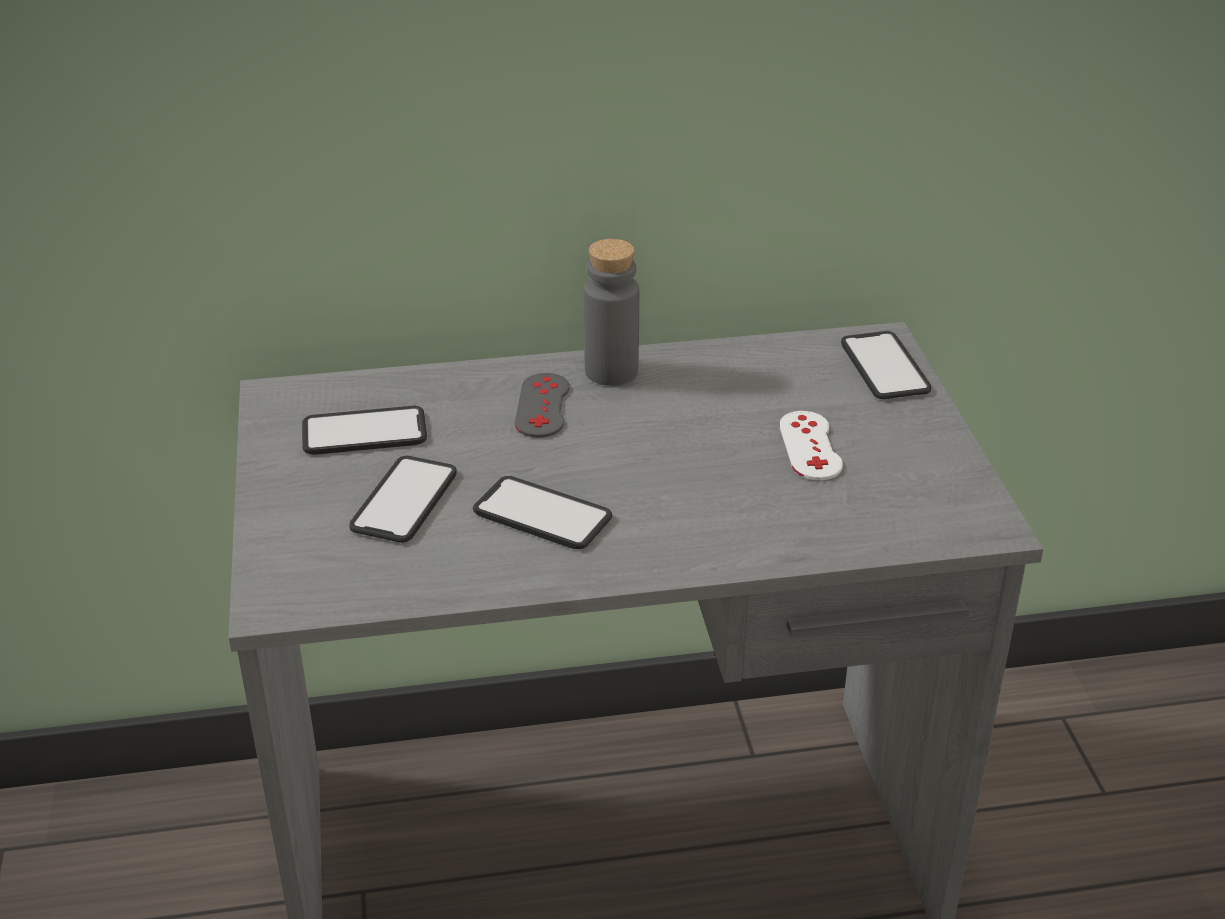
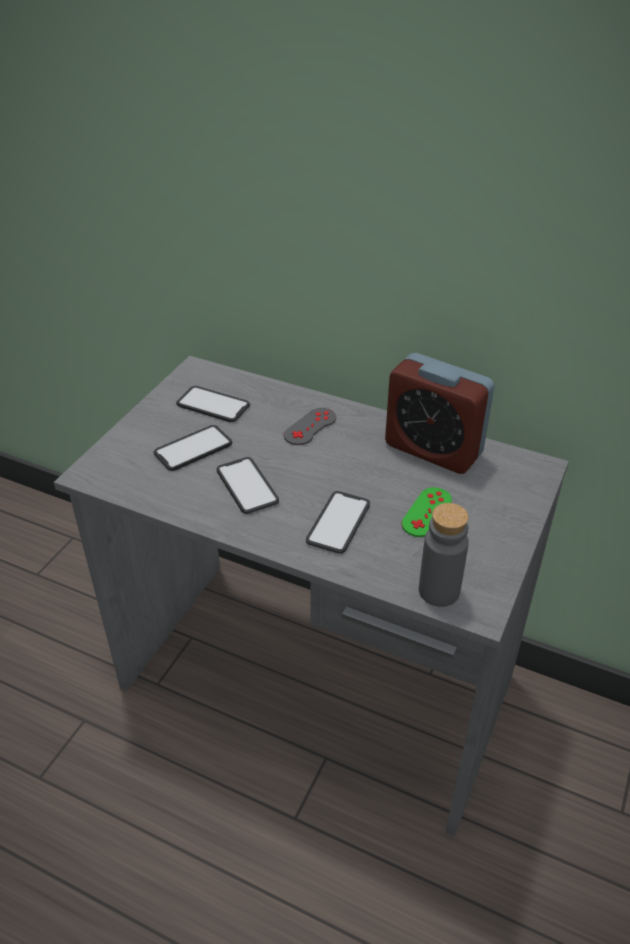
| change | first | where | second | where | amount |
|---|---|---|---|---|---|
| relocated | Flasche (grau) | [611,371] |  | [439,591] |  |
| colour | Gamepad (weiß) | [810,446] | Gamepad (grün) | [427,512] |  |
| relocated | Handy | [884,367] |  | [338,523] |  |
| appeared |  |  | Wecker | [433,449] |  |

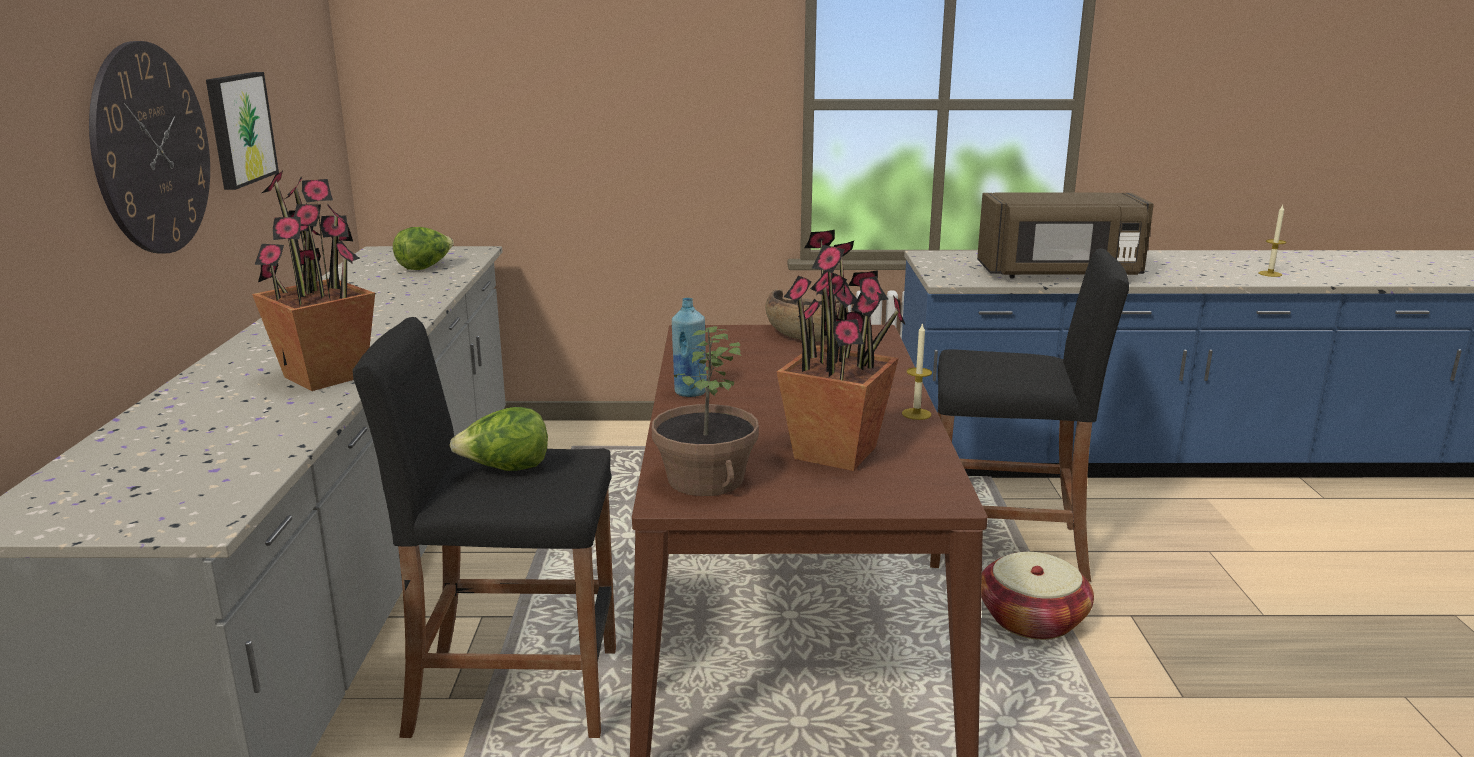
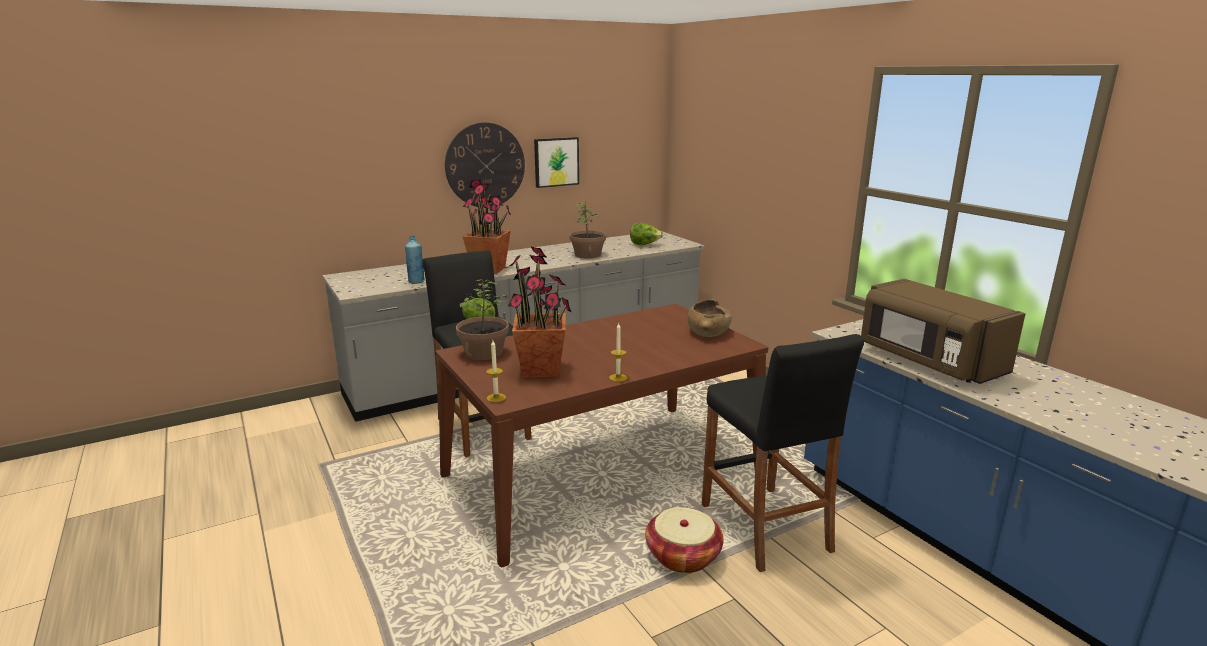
| change | first | where | second | where | amount |
|---|---|---|---|---|---|
| relocated | Flasche (blau) | [690,392] |  | [416,282] |  |
| relocated | Kerze | [1270,274] |  | [496,398] |  |
| appeared |  |  | Topfpflanze | [588,255] |  |

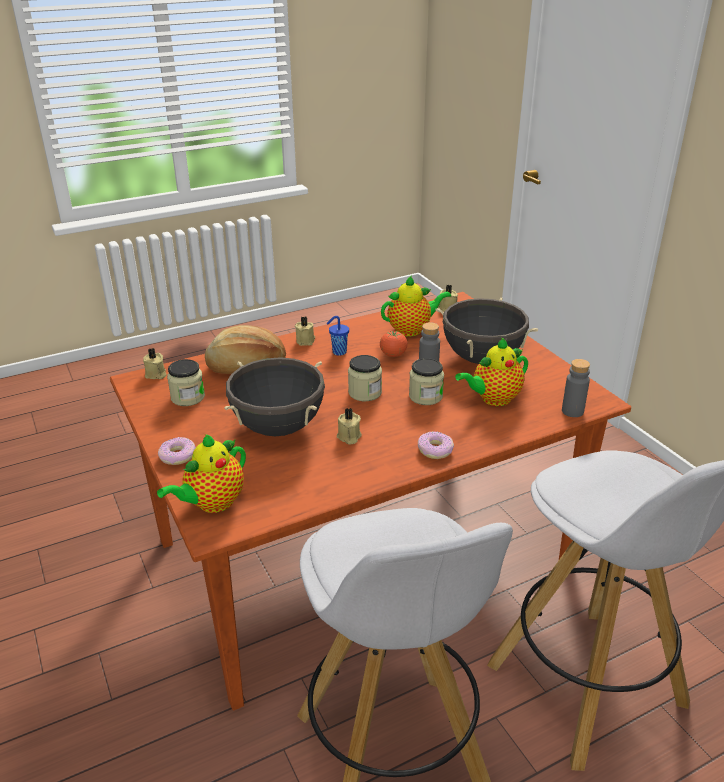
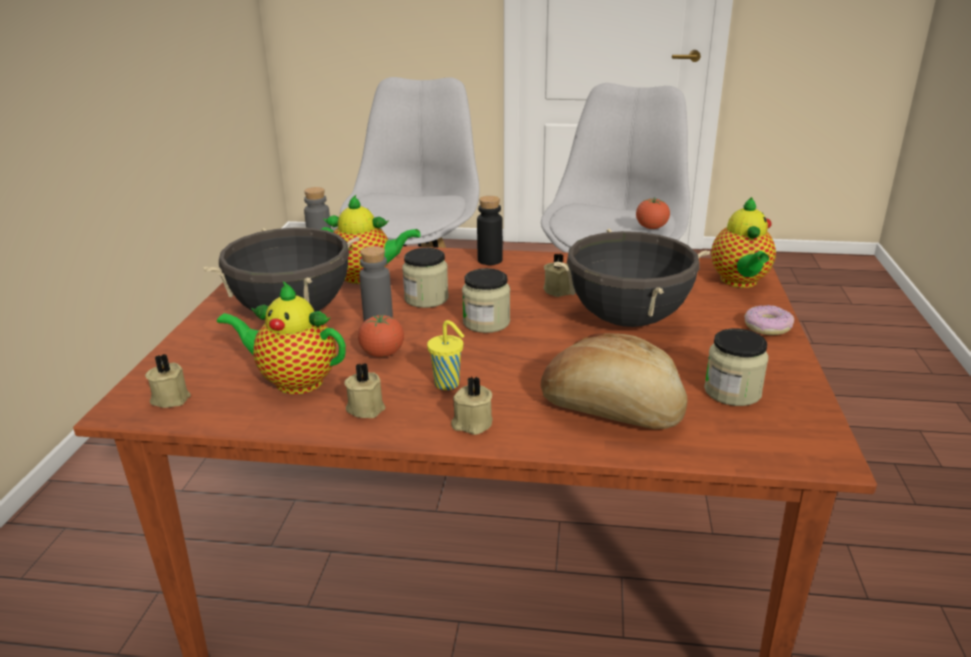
| change | first | where | second | where | amount |
|---|---|---|---|---|---|
| relocated | Kerze (beige) | [156,374] |  | [366,408] |  |
| spun | Teekanne | [212,503] |  | [740,282] | 105 degrees clockwise |
| colour | Tasse (blau) | [338,352] | Tasse (gelb) | [448,384] |  |
| exchanged | Donut | [435,450] | Flasche (schwarz) | [490,260] |  |
| appeared |  |  | Tomate | [651,228] |  |

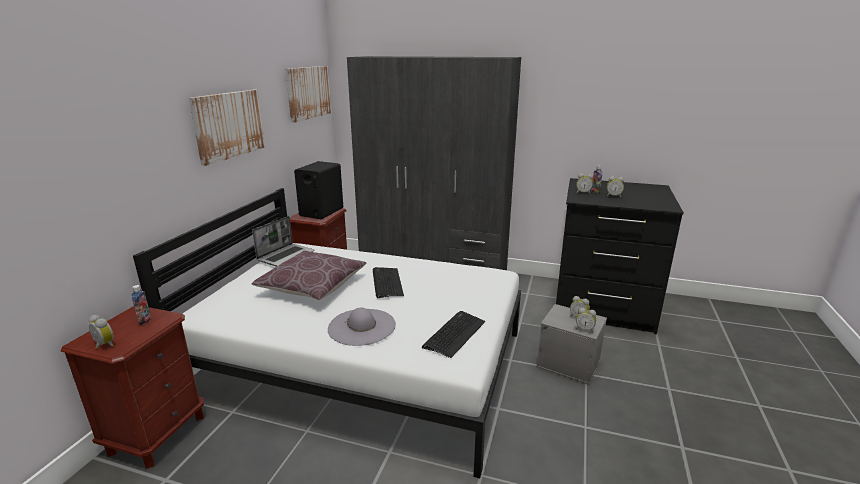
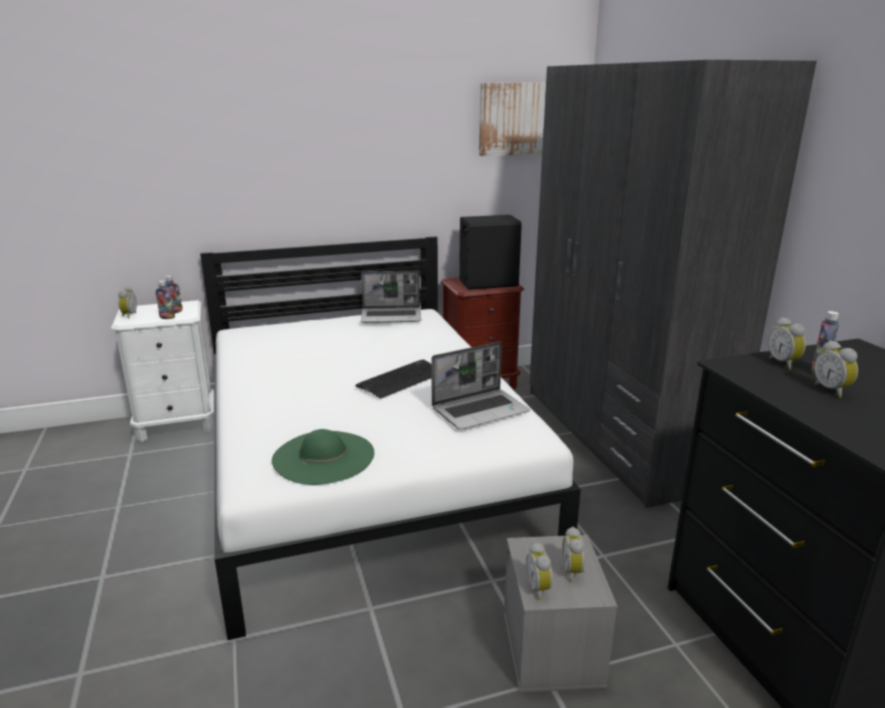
| change | first | where | second | where | amount |
|---|---|---|---|---|---|
| colour | Nachttisch (braun) | [157,434] | Nachttisch (weiß) | [177,424] |  |
| missing | Bild | [228,125] |  |  |  |
| missing | Kissen (braun) | [313,286] |  |  |  |
| missing | Hut (grau) | [362,326] |  |  |  |
| exchanged | Tastatur | [454,334] | Hut (grün) | [323,457] |  |
| appeared |  |  | Flasche | [167,317] |  |
| appeared |  |  | Laptop | [480,410] |  |

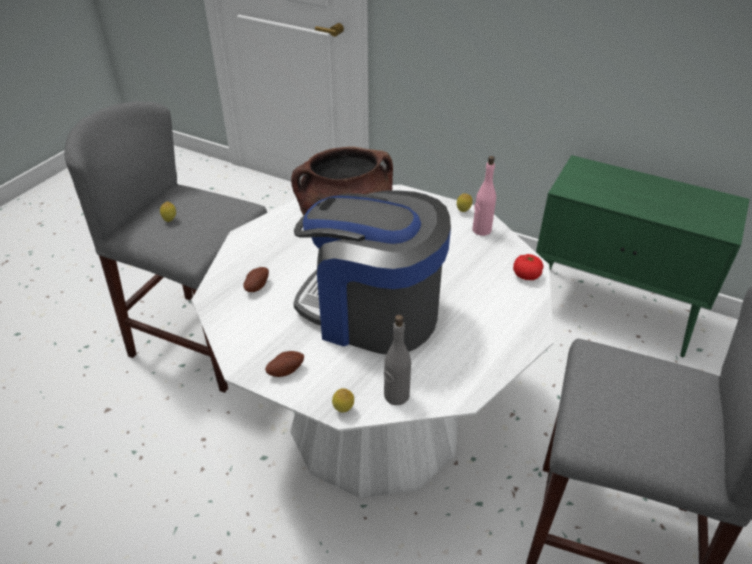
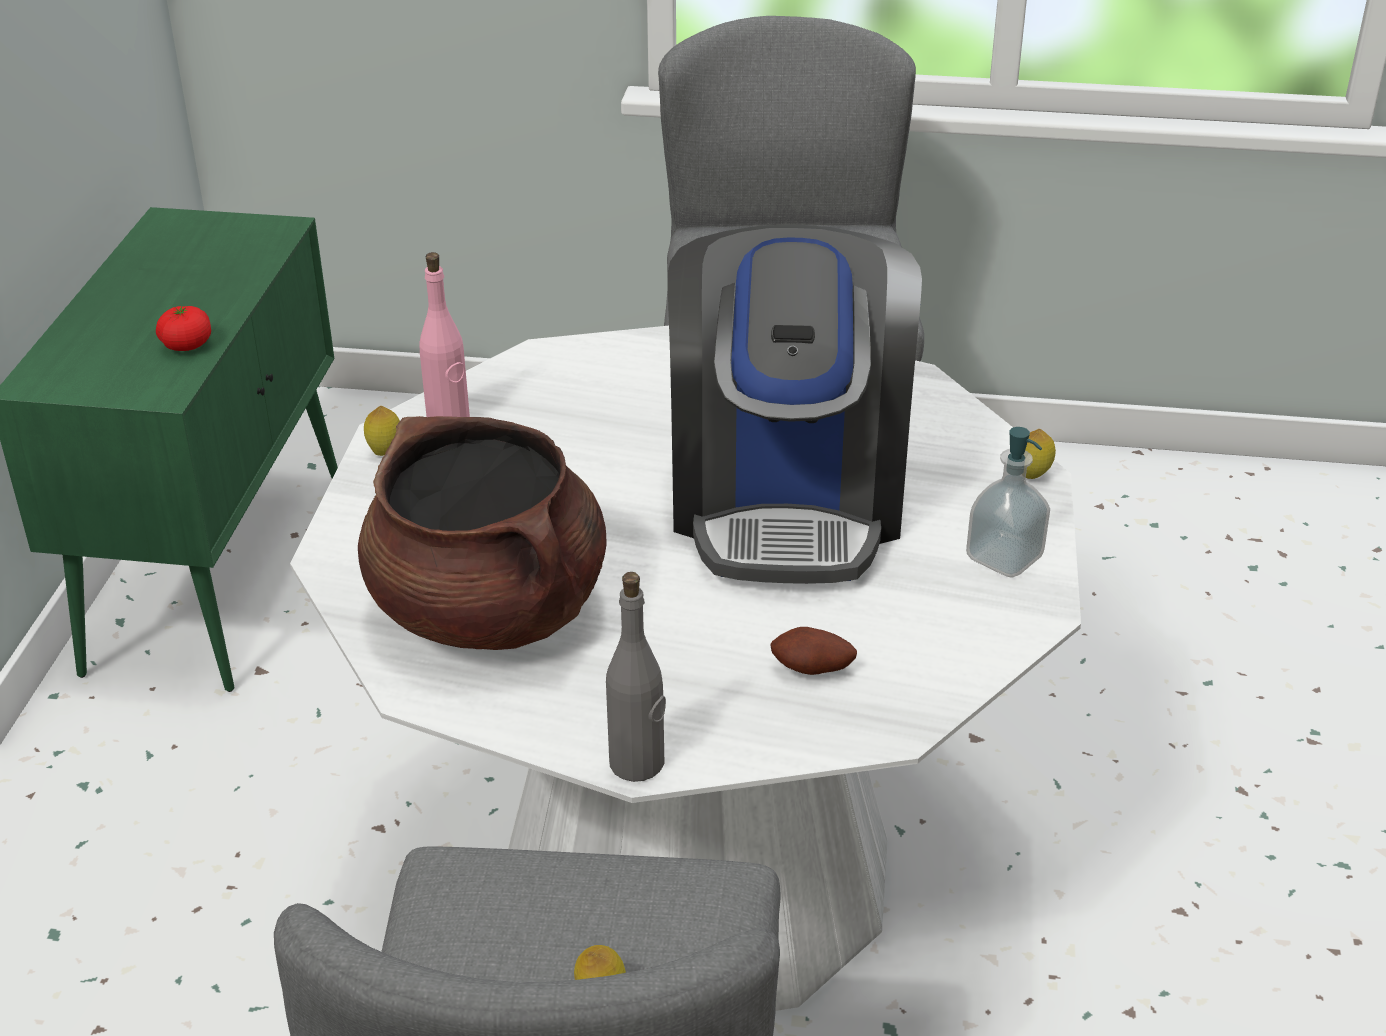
| change | first | where | second | where | amount |
|---|---|---|---|---|---|
| exchanged | Kartoffel | [285,370] | Seifenspender | [1004,558] |  |
| relocated | Flasche (grau) | [396,396] |  | [637,763] |  |
| relocated | Tomate | [526,275] |  | [187,345] |  |

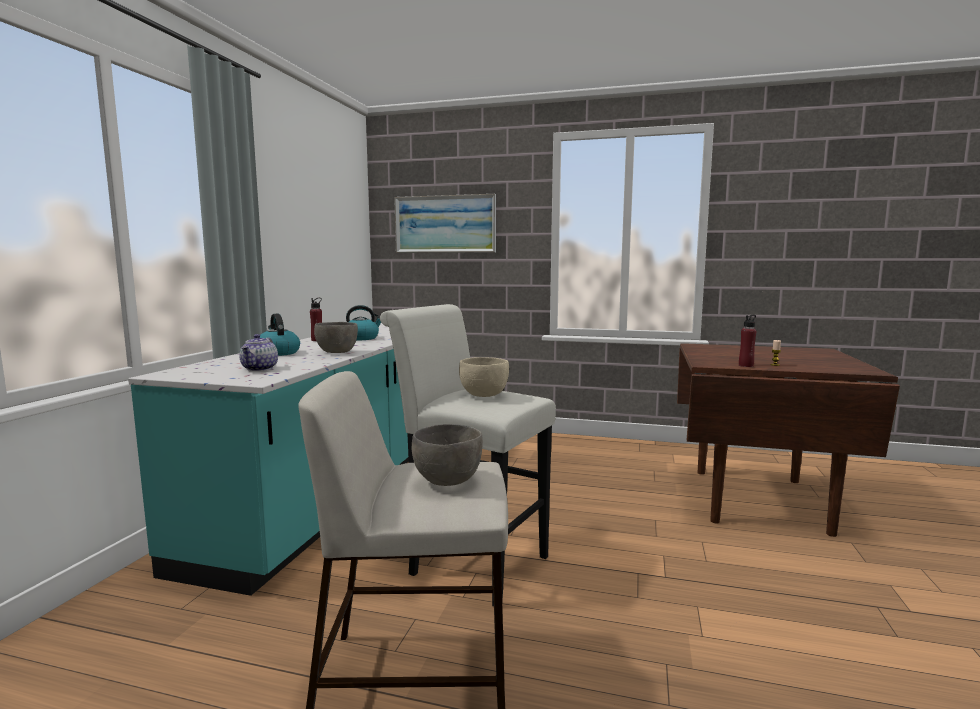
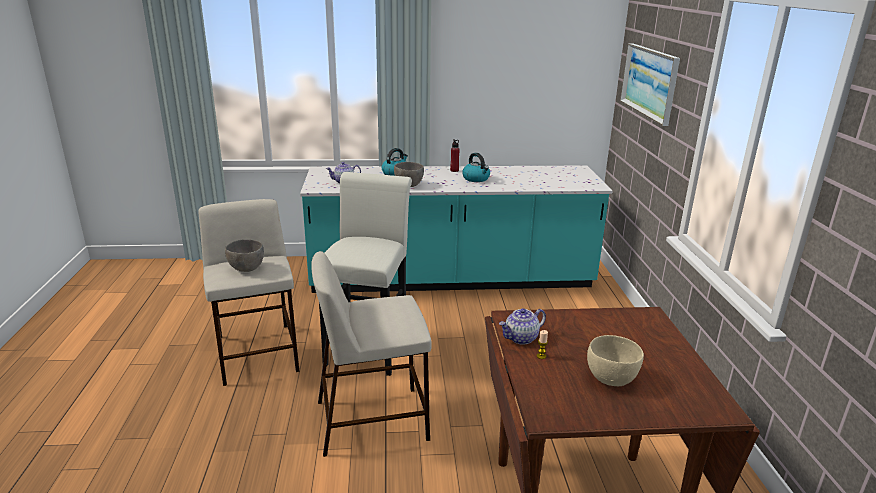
| change | first | where | second | where | amount |
|---|---|---|---|---|---|
| relocated | Schüssel (beige) | [484,395] |  | [610,379] |  |
| exchanged | Flasche (rot) | [746,365] | Teekanne | [521,338] |  |
| appeared |  |  | Hocker (beige) | [373,419] |  |

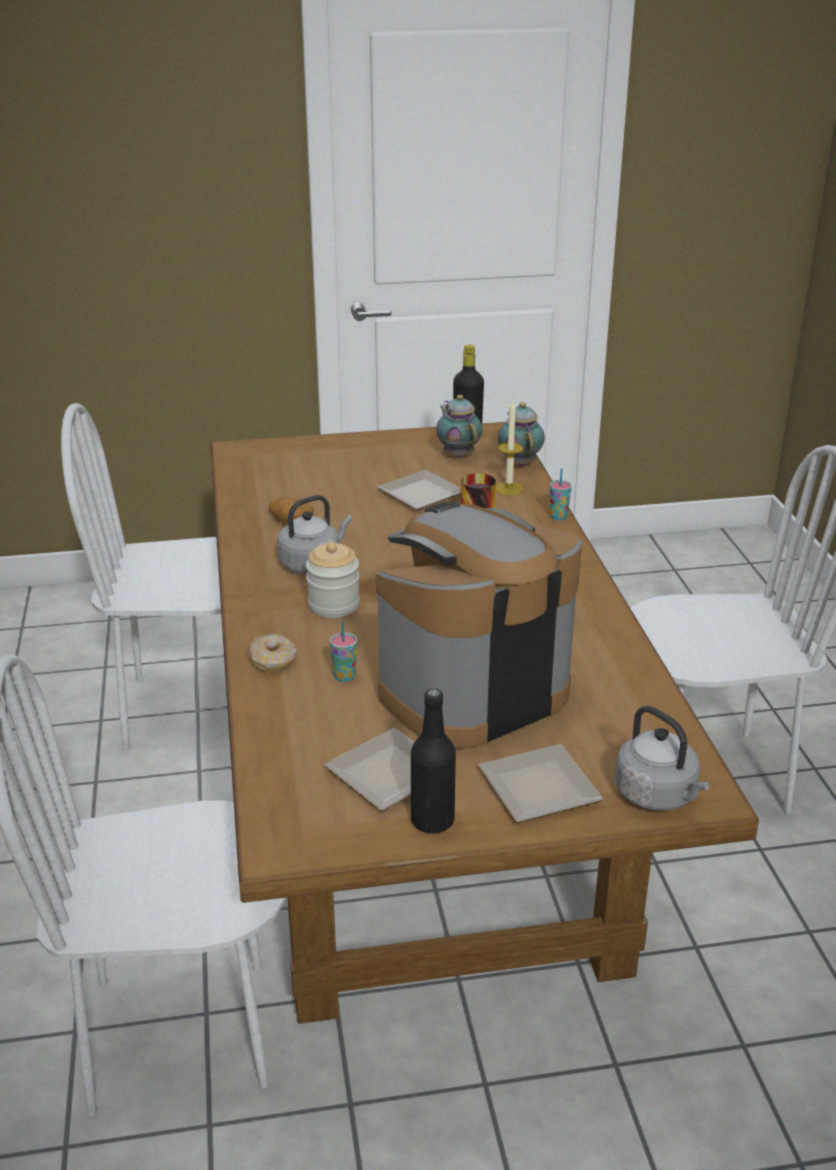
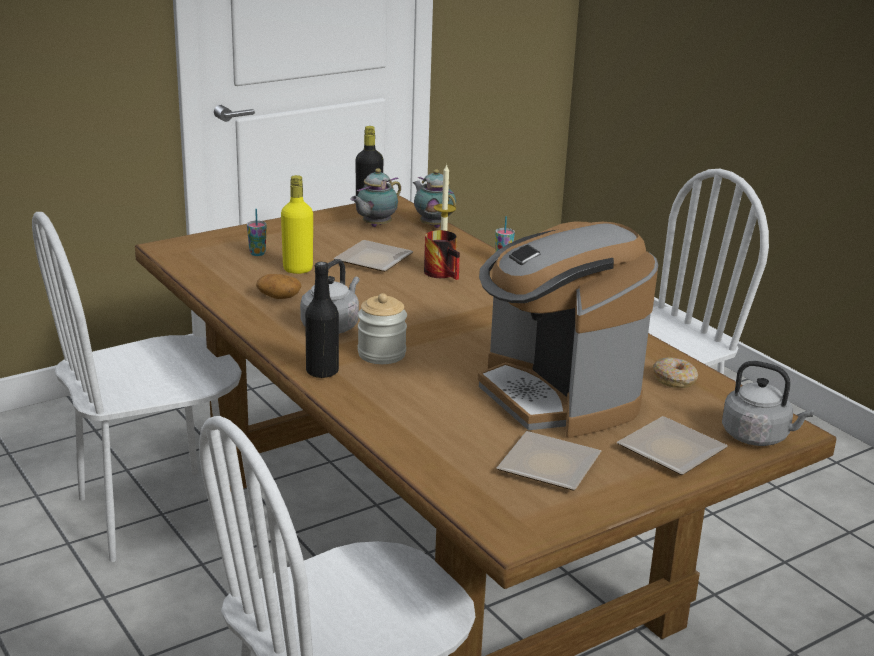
| change | first | where | second | where | amount |
|---|---|---|---|---|---|
| relocated | Donut | [273,660] |  | [675,380] |  |
| relocated | Tasse | [344,676] |  | [257,253] |  |
| spun | Kaffeemaschine | [471,692] |  | [557,396] | 60 degrees counterclockwise |
| relocated | Flasche (schwarz) | [432,821] |  | [322,372] |  |
| spun | Teekanne | [458,454] |  | [375,226] | 90 degrees counterclockwise |
| appeared |  |  | Flasche (gelb) | [298,269] |  |

